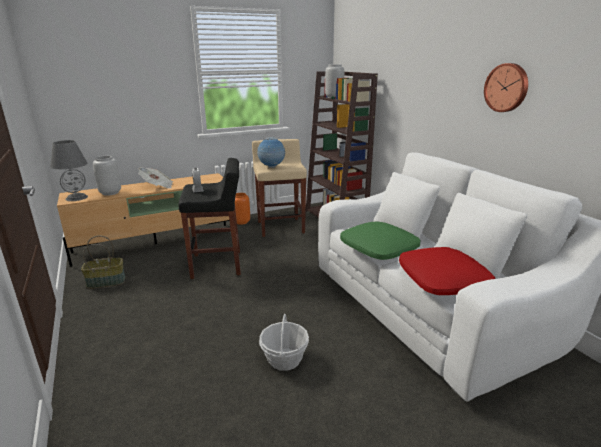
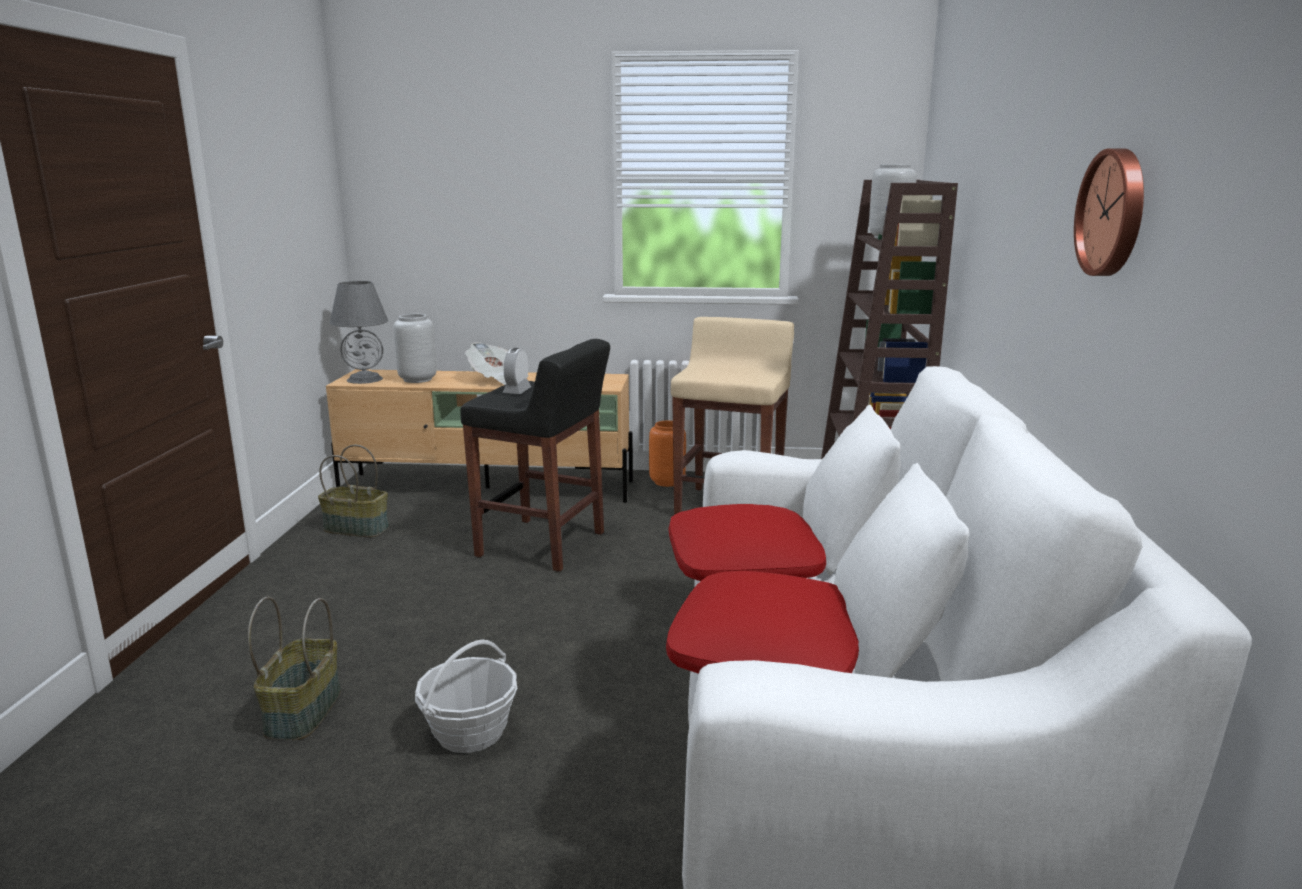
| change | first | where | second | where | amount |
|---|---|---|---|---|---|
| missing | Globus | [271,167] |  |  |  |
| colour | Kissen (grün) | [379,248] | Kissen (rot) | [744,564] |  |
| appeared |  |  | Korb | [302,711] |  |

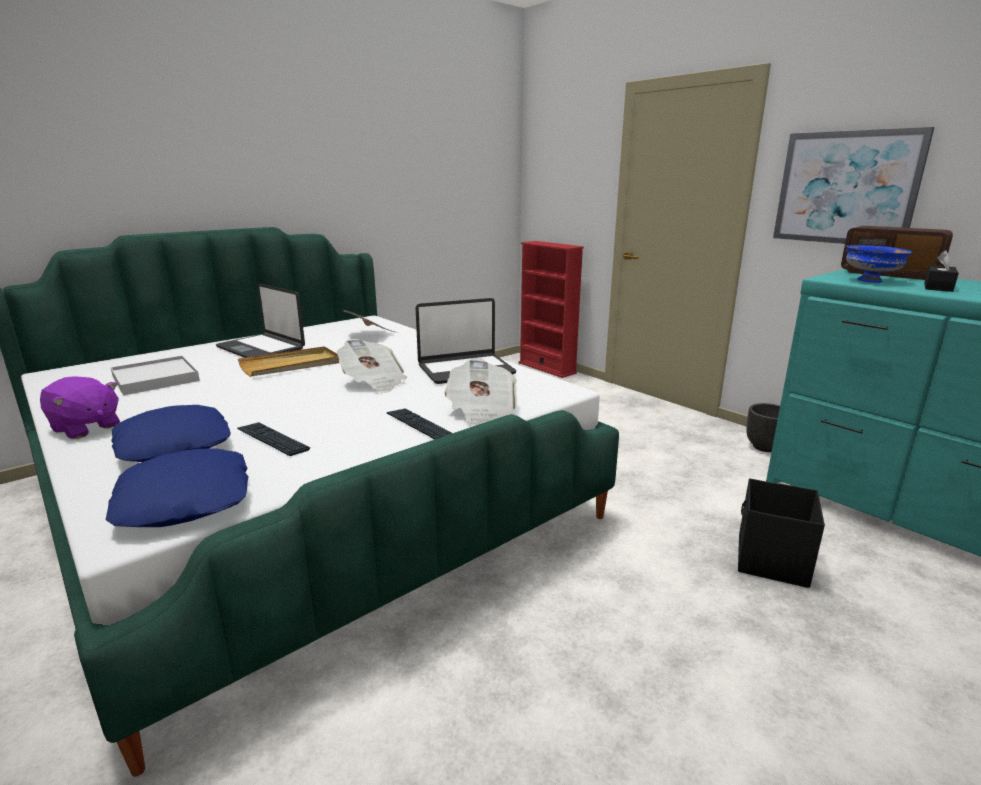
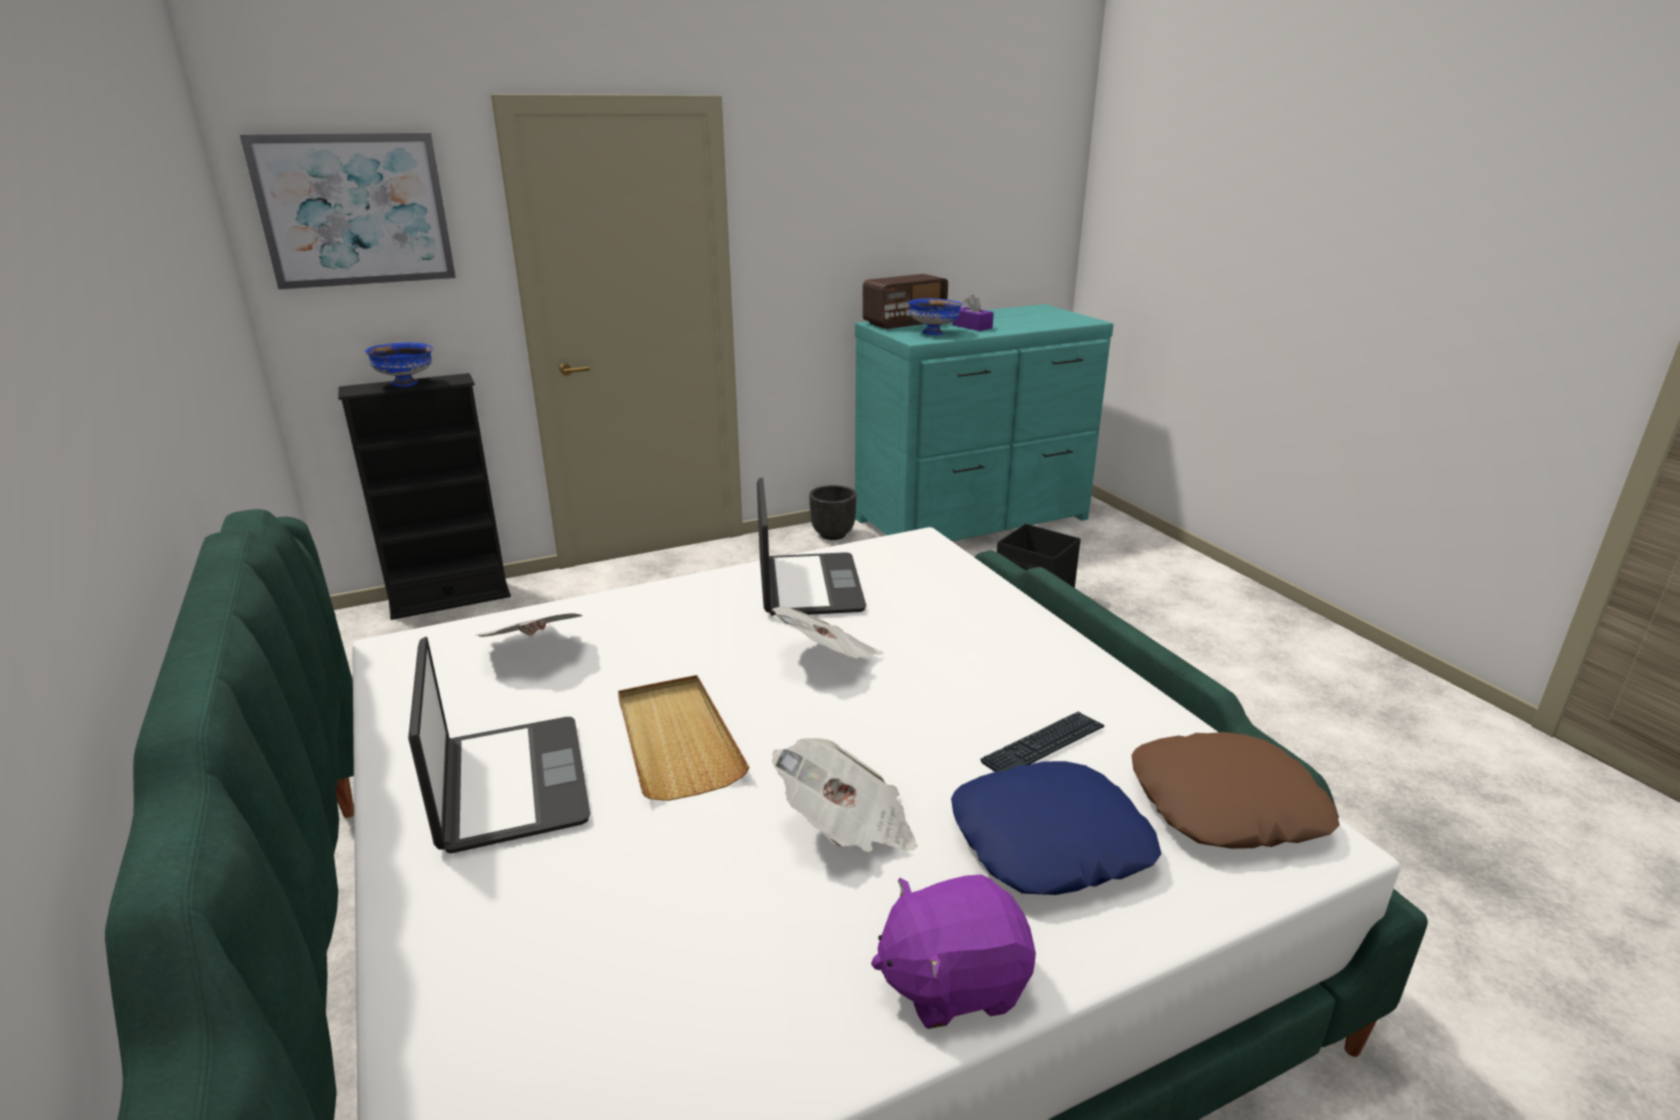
| change | first | where | second | where | amount |
|---|---|---|---|---|---|
| spun | Plüschtier (lila) | [85,428] |  | [952,981] | 150 degrees counterclockwise |
| colour | Kissen (blau) | [186,500] | Kissen (braun) | [1225,803] |  |
| missing | Tablett (weiß) | [156,378] |  |  |  |
| spun | Laptop | [262,348] |  | [509,785] | 75 degrees counterclockwise |
| missing | Tastatur | [420,426] |  |  |  |
| relocated | Zeitung | [481,412] |  | [847,827] |  |
| colour | Bücherregal (rot) | [547,368] | Bücherregal (schwarz) | [450,600] |  |
| relocated | Bild | [846,188] |  | [354,210] |  |
| colour | Taschentuchbox (schwarz) | [938,287] | Taschentuchbox (lila) | [972,326] |  |
| appeared |  |  | Schüssel (blau) | [406,383] |  |

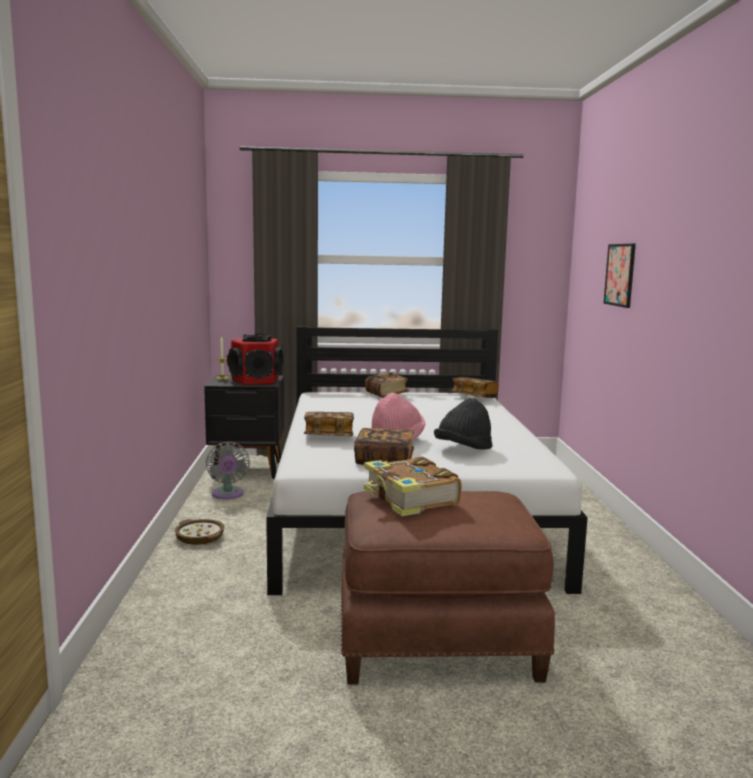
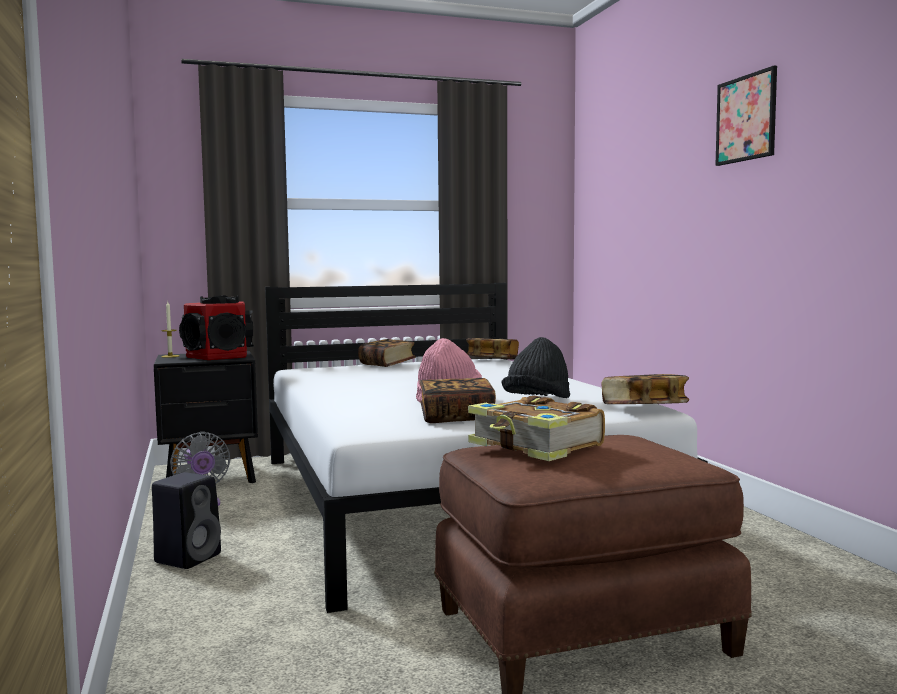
| change | first | where | second | where | amount |
|---|---|---|---|---|---|
| exchanged | Schüssel | [200,536] | Lautsprecher (schwarz) | [189,557] |  |
| relocated | Buch | [329,436] |  | [644,408] |  |
| relocated | Bild | [620,275] |  | [746,118] |  |

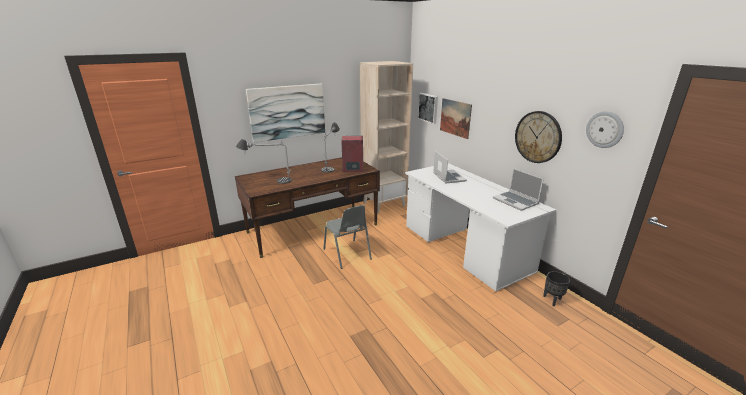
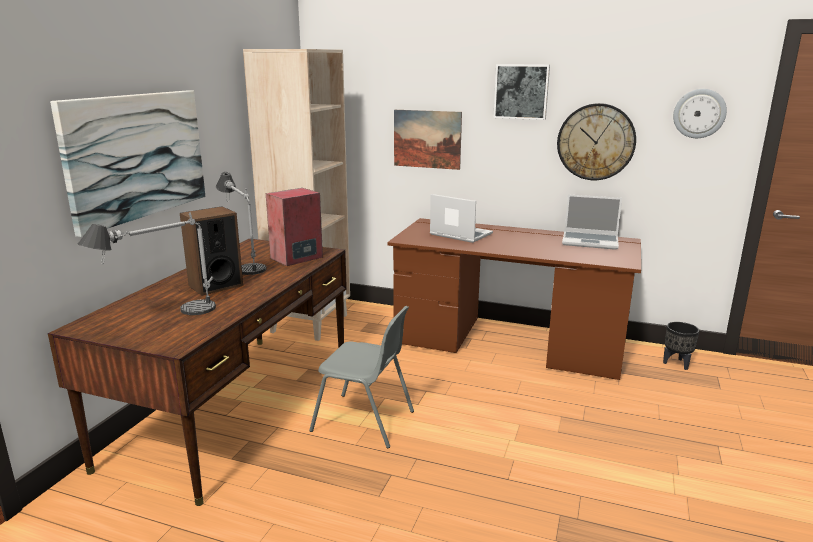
| change | first | where | second | where | amount |
|---|---|---|---|---|---|
| colour | Schreibtisch (weiß) | [465,247] | Schreibtisch (braun) | [508,342] |  |
| relocated | Bild | [428,107] |  | [521,91] |  |
| appeared |  |  | Lautsprecher | [215,285] |  |

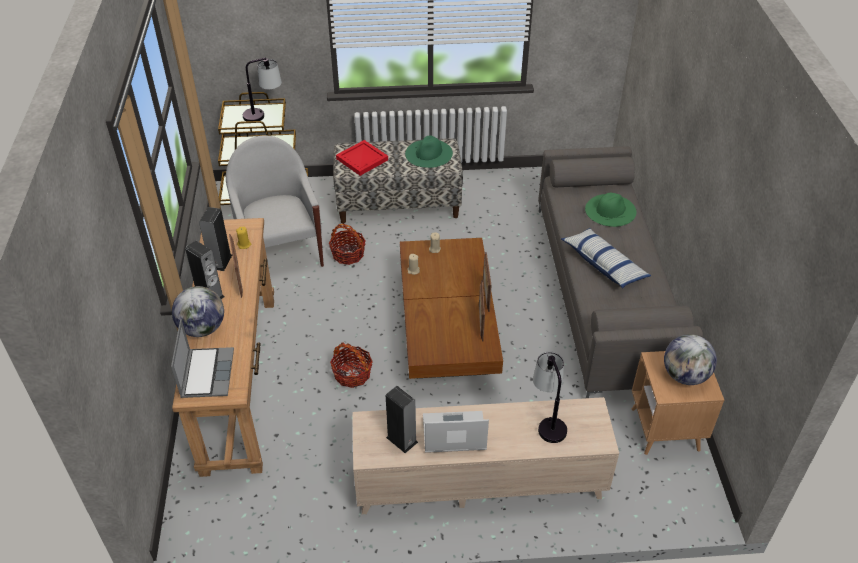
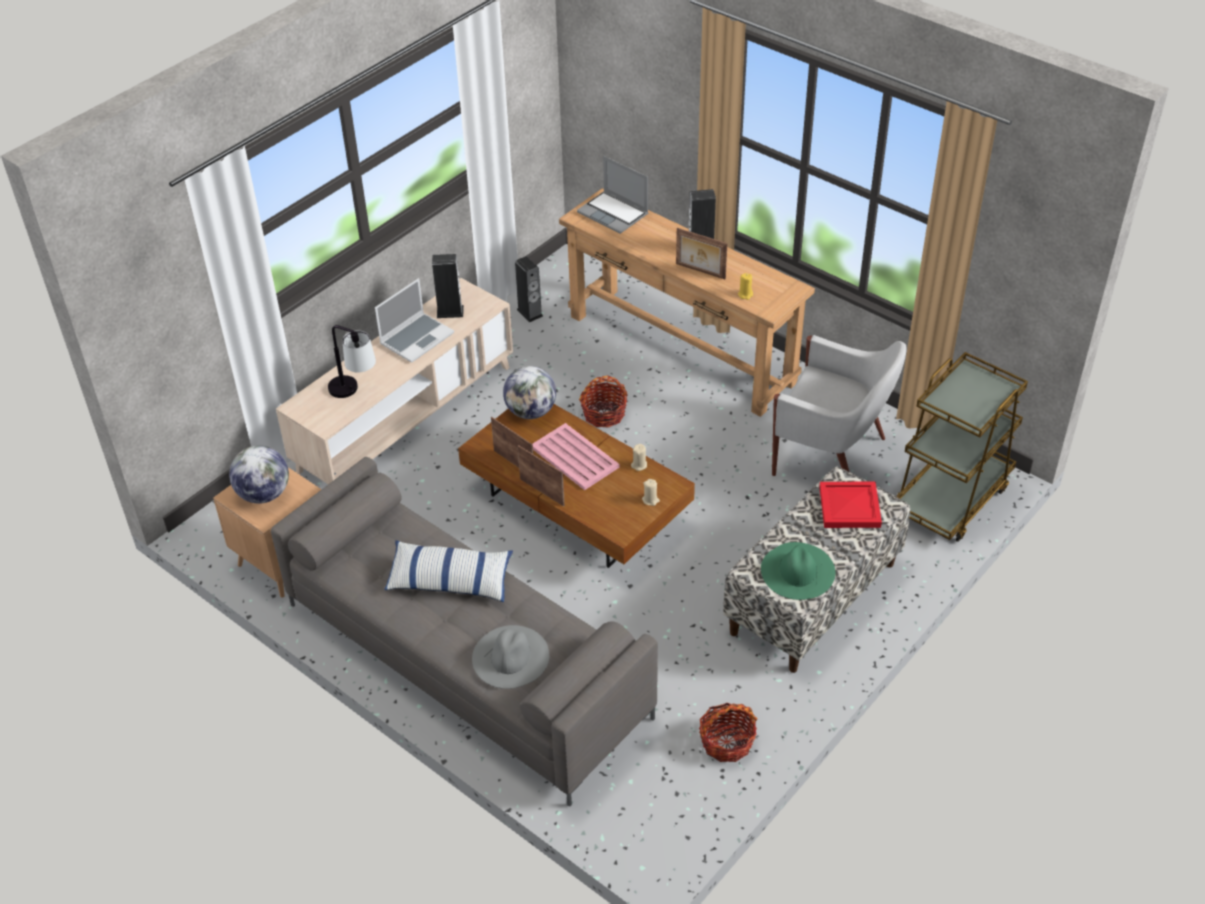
| change | first | where | second | where | amount |
|---|---|---|---|---|---|
| relocated | Globus | [202,328] |  | [531,412] |  |
| relocated | Lautsprecher | [220,261] |  | [529,313] |  |
| missing | Tischlampe | [264,114] |  |  |  |
| relocated | Korb | [348,254] |  | [726,742] |  |
| colour | Hut (grün) | [610,210] | Hut (grau) | [511,657] |  |
| appeared |  |  | Tablett (rosa) | [575,458] |  |

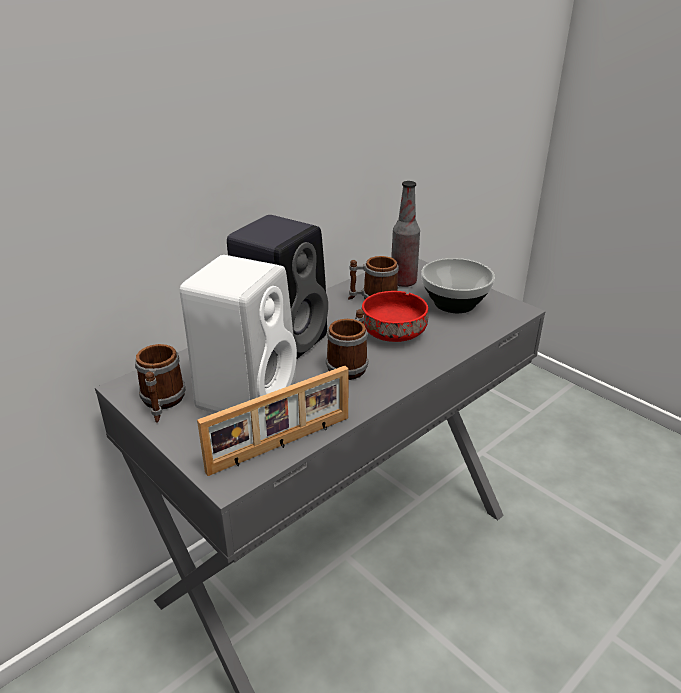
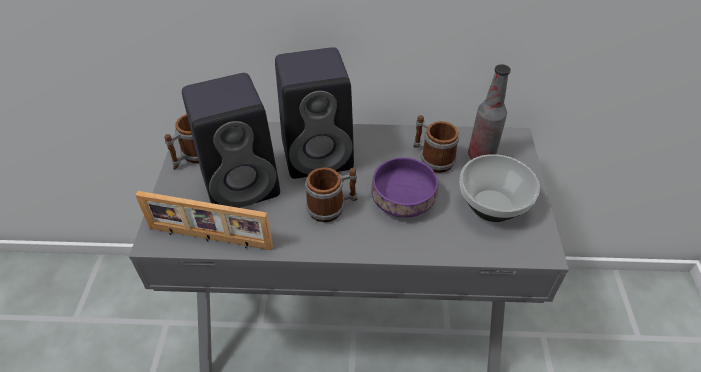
| change | first | where | second | where | amount |
|---|---|---|---|---|---|
| colour | Lautsprecher (weiß) | [247,393] | Lautsprecher (schwarz) | [243,183] |  |
| colour | Schüssel (rot) | [392,333] | Schüssel (lila) | [401,200] |  |

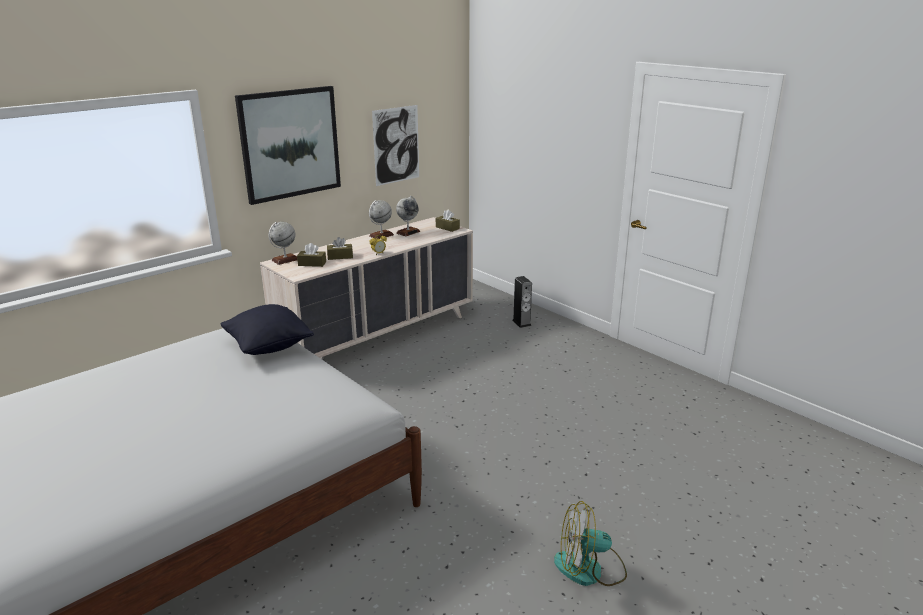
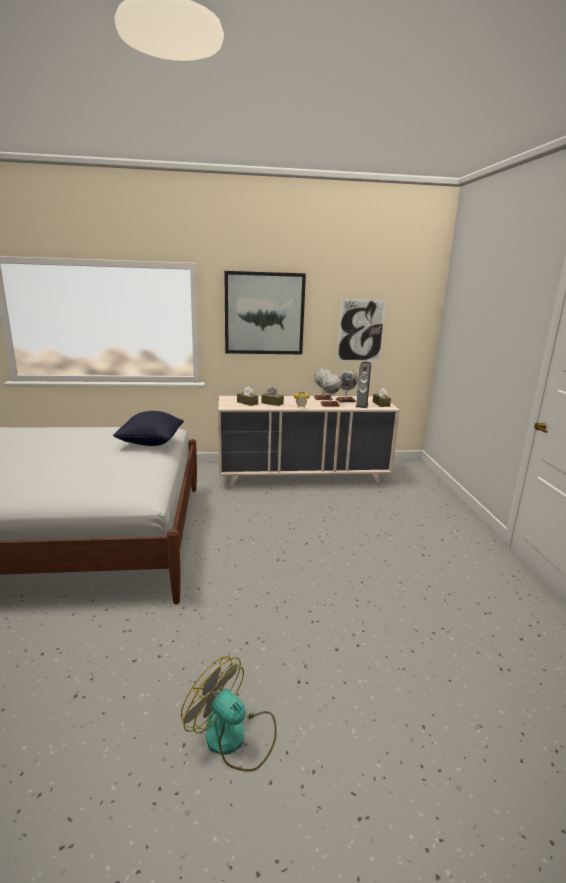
| change | first | where | second | where | amount |
|---|---|---|---|---|---|
| relocated | Globus | [285,260] |  | [329,404] |  |
| relocated | Lautsprecher | [521,323] |  | [361,405] |  |

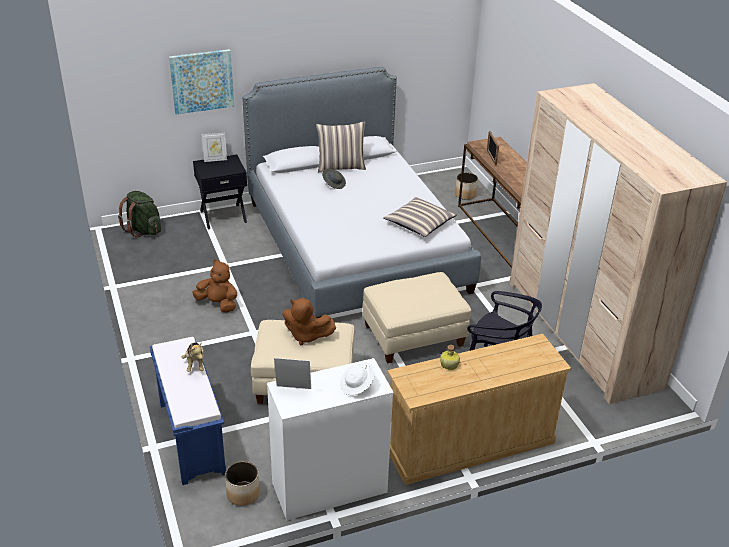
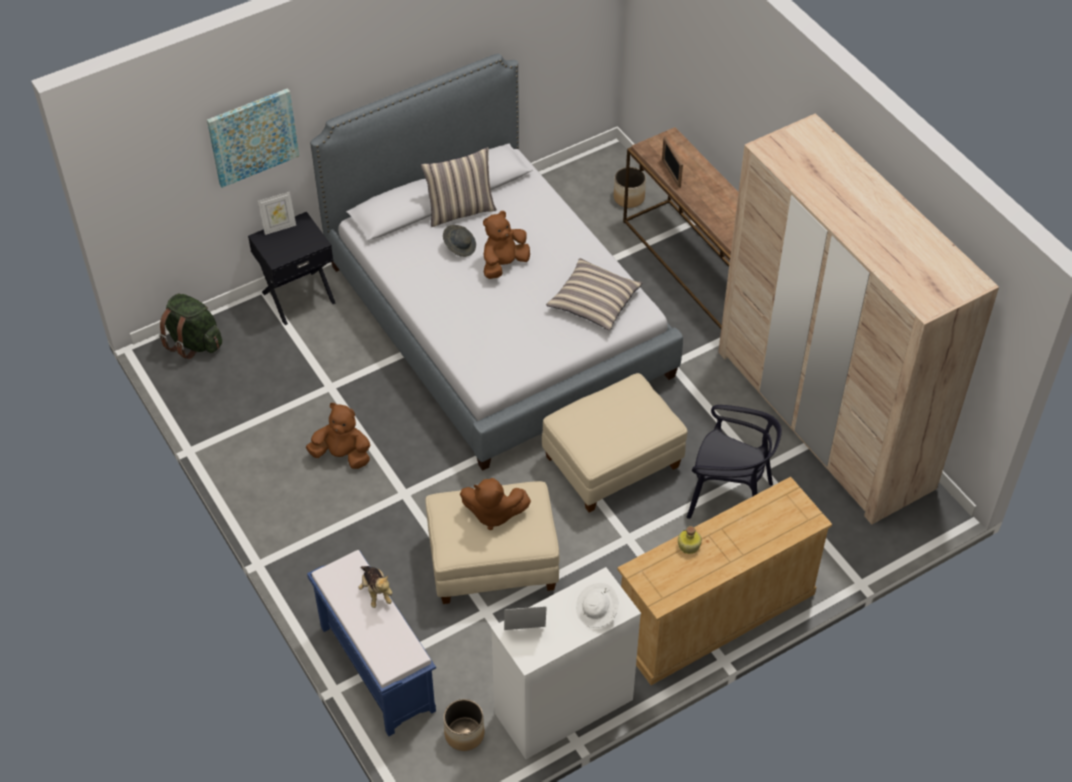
| change | first | where | second | where | amount |
|---|---|---|---|---|---|
| appeared |  |  | Plüschtier (braun) | [504,264] |  |

